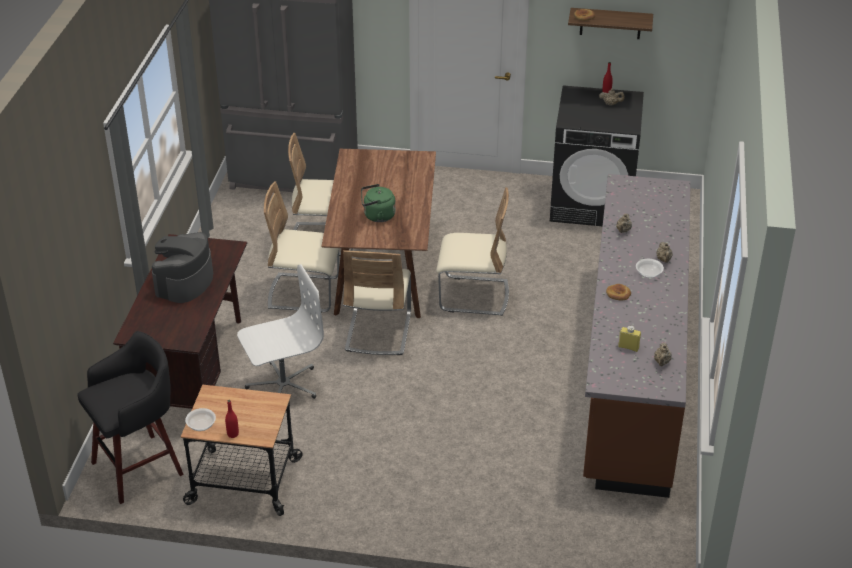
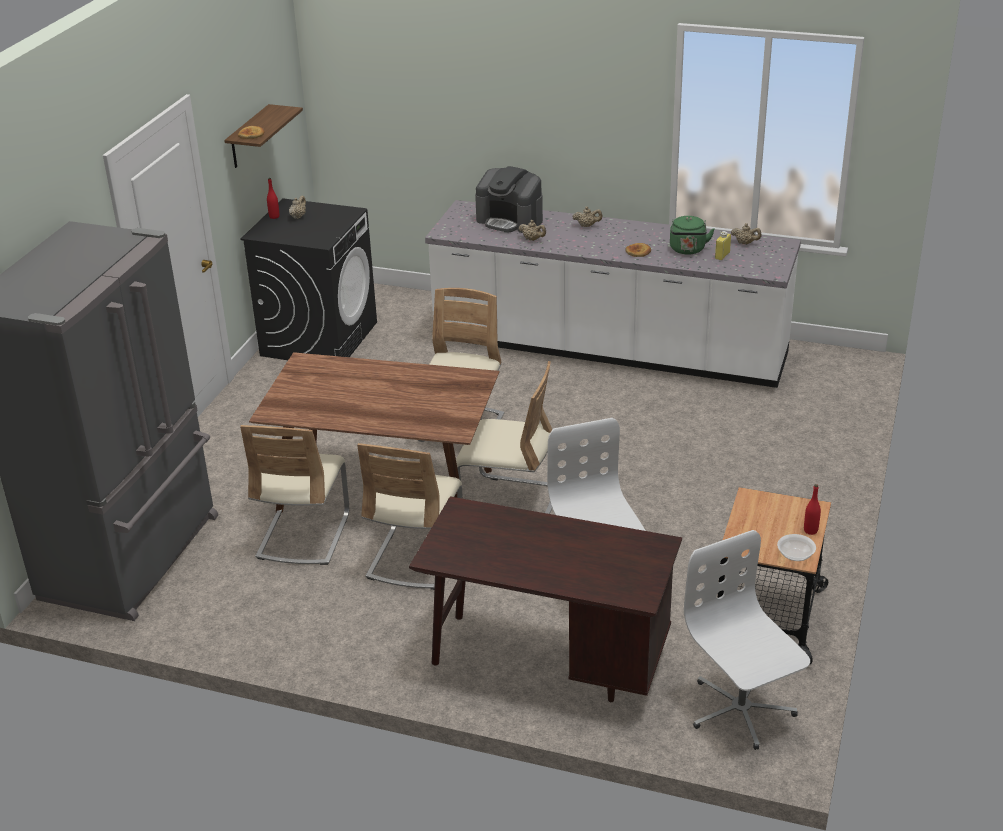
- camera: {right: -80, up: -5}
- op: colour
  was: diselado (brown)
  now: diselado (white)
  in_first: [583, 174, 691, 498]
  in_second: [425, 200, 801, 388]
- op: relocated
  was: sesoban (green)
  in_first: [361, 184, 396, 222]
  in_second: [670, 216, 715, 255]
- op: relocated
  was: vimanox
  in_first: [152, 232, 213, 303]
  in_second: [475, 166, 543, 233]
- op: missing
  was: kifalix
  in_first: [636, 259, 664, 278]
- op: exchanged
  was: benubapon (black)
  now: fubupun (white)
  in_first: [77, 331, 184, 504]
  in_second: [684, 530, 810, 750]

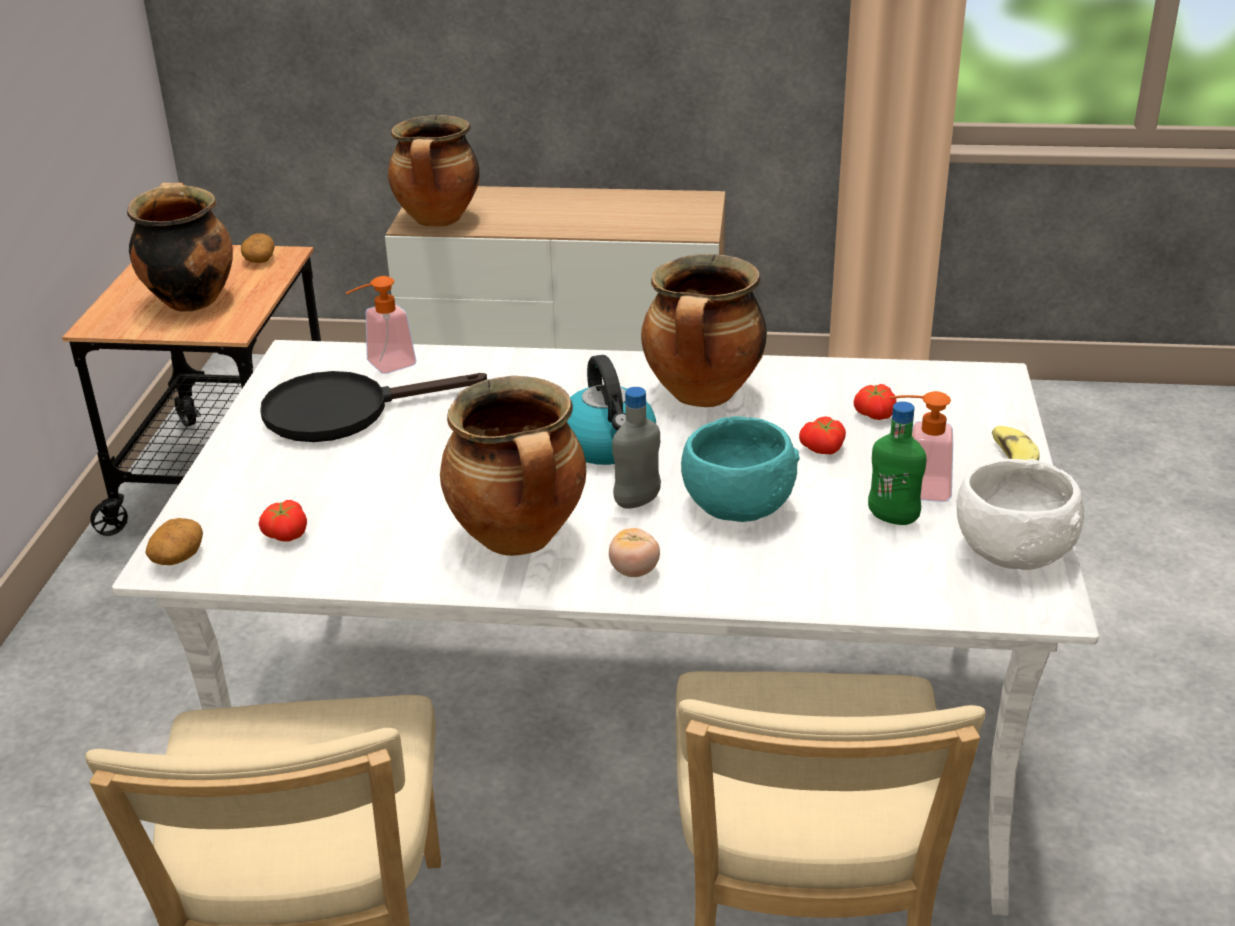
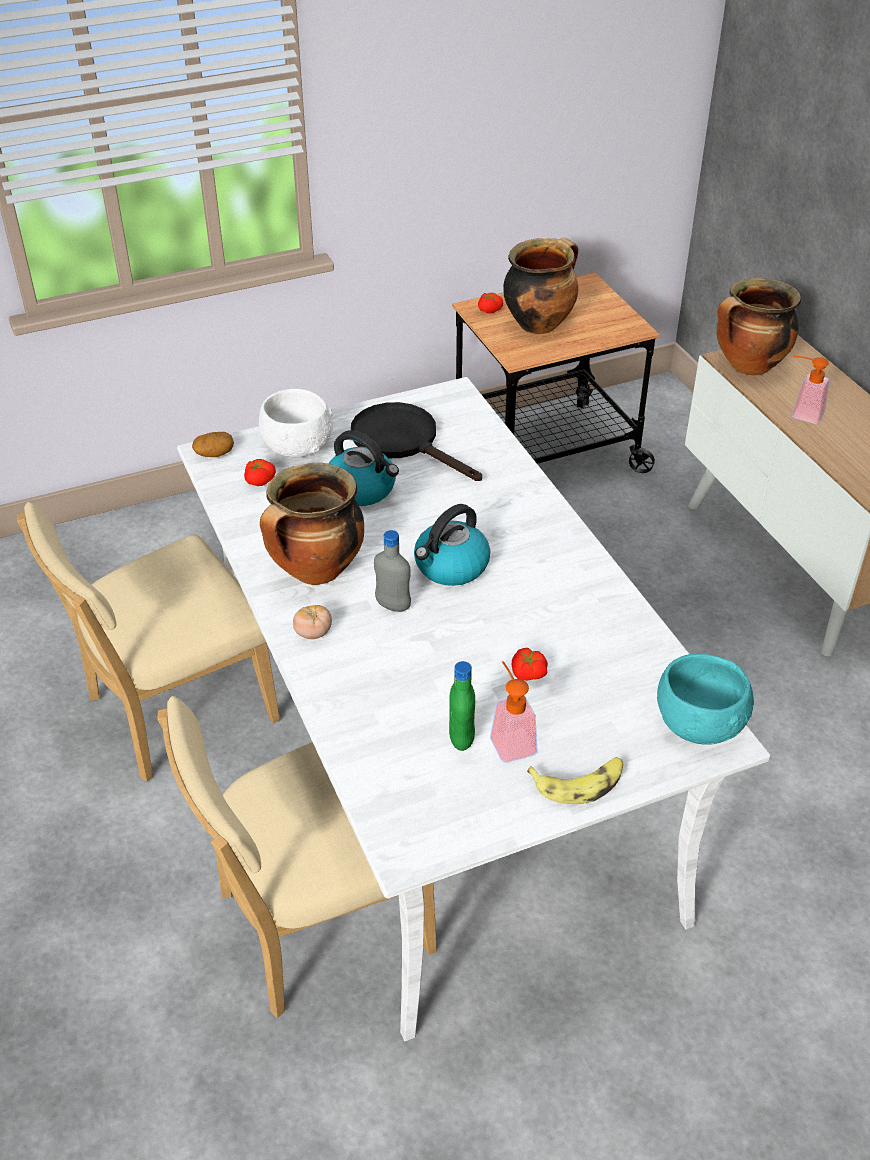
- camera: {right: 60, up: 10}
- op: missing
  was: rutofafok
  in_first: [241, 233, 274, 263]
- op: missing
  was: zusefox
  in_first: [641, 254, 767, 407]
- op: relocated
  was: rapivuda
  in_first: [346, 276, 417, 374]
  in_second: [792, 356, 829, 424]
- op: relocated
  was: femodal
  in_first: [854, 384, 896, 420]
  in_second: [478, 292, 503, 313]
- op: relocated
  was: kifalix (turquoise)
  in_first: [681, 416, 800, 522]
  in_second: [657, 653, 754, 745]
- op: relocated
  was: kifalix (white)
  in_first: [957, 459, 1084, 570]
  in_second: [259, 389, 333, 458]
- op: appeared
  now: sesoban
  in_second: [328, 430, 399, 506]

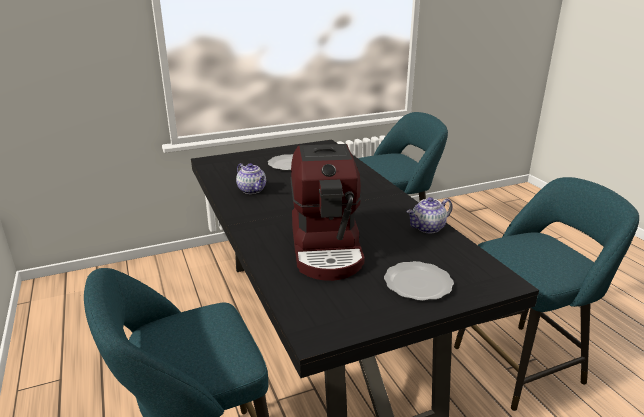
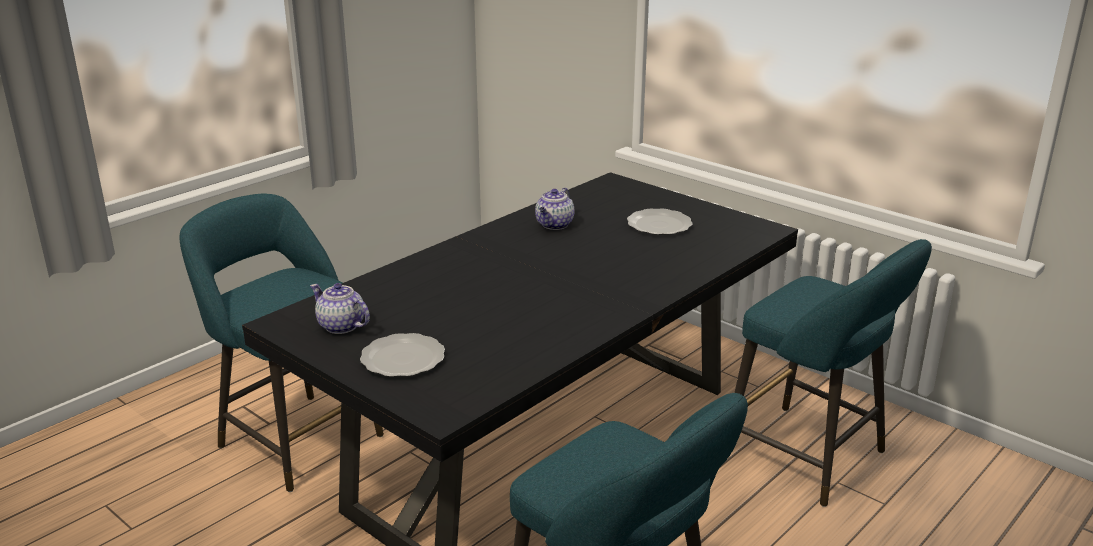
- camera: {right: 65, up: 0}
- op: missing
  was: vimanox
  in_first: [290, 144, 365, 281]
- op: relocated
  was: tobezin
  in_first: [406, 197, 452, 233]
  in_second: [310, 283, 370, 334]

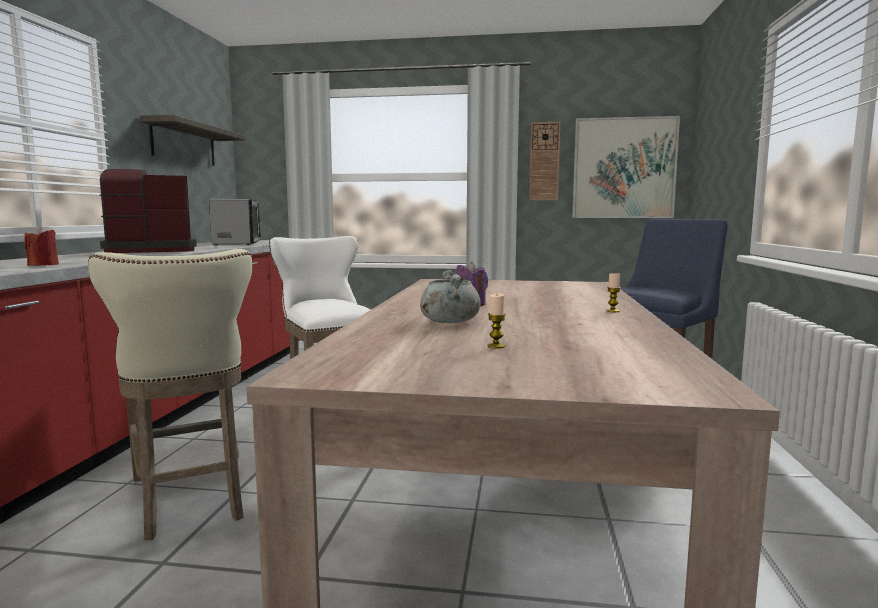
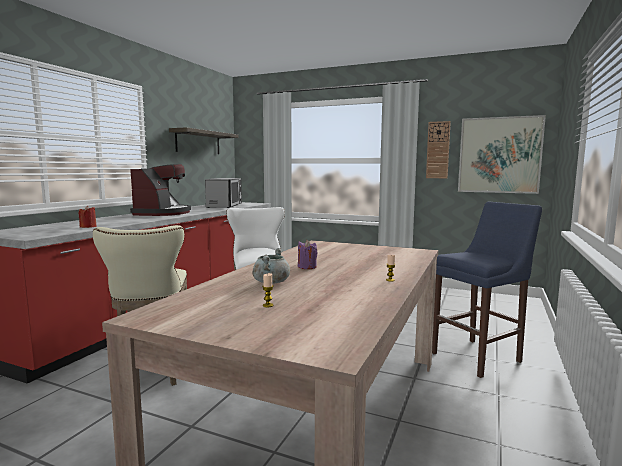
- camera: {right: 15, up: 0}
- op: spun
  was: vimanox
  in_first: [99, 169, 197, 253]
  in_second: [130, 164, 191, 216]
  clockwise: 105

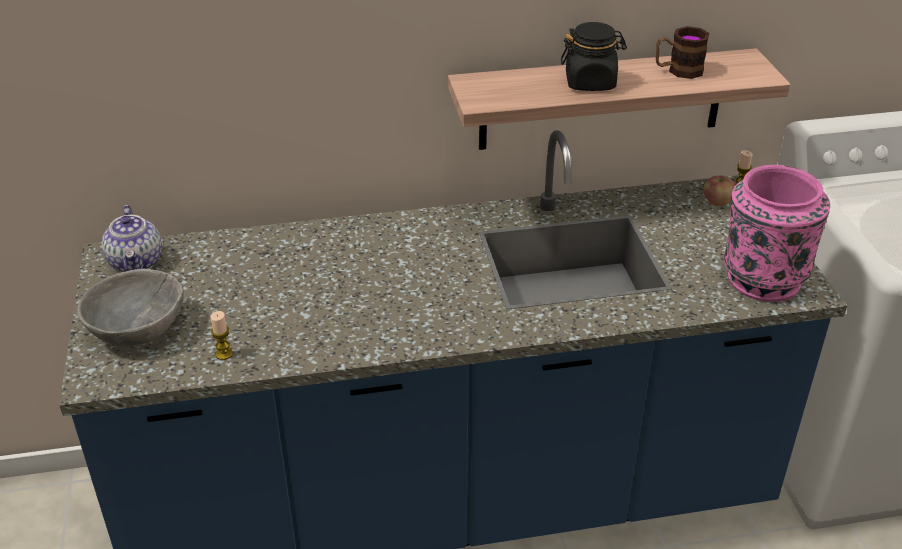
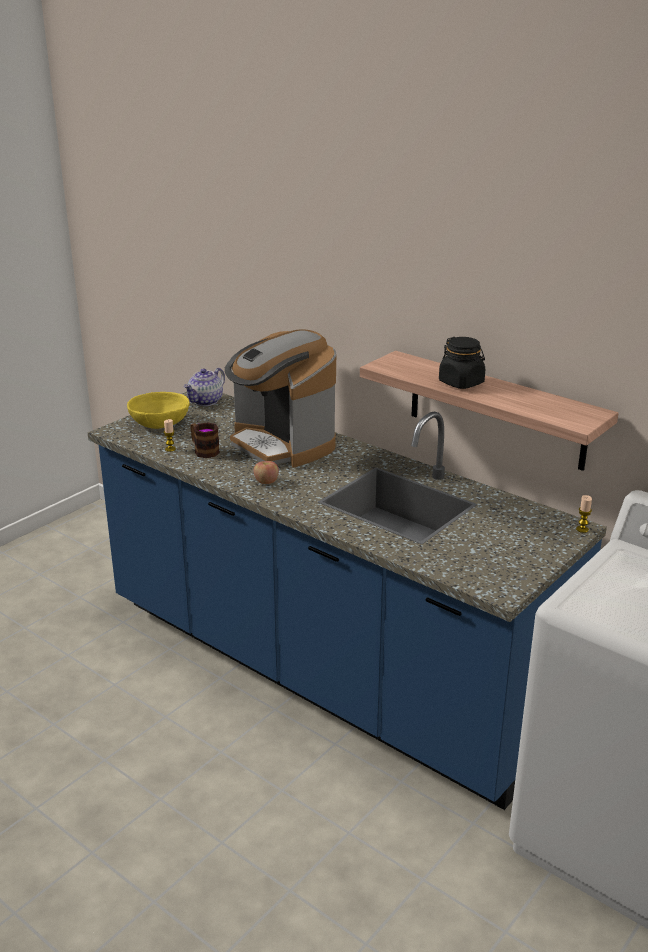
- camera: {right: 50, up: -10}
- op: relocated
  was: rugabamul
  in_first: [656, 26, 710, 79]
  in_second: [191, 422, 220, 458]
- op: missing
  was: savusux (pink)
  in_first: [724, 165, 830, 302]
- op: relocated
  was: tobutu
  in_first: [703, 175, 735, 206]
  in_second: [254, 461, 279, 484]
- op: colour
  was: kifalix (grey)
  now: kifalix (yellow)
  in_first: [77, 269, 184, 346]
  in_second: [127, 392, 190, 429]
- op: appeared
  now: vimanox
  in_second: [225, 329, 336, 468]

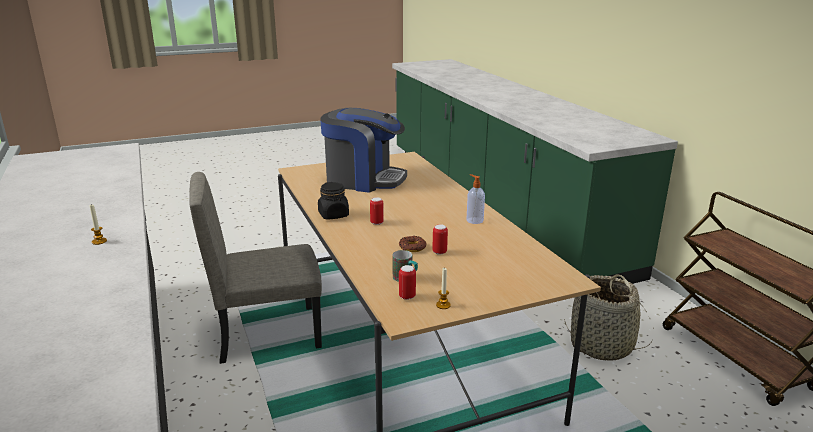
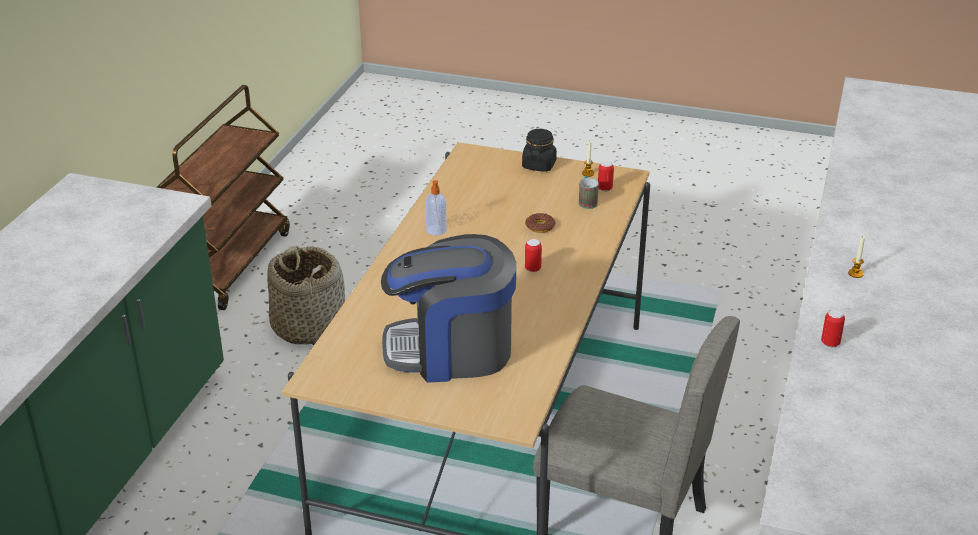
- camera: {right: -140, up: 10}
- op: spun
  was: vimanox
  in_first: [320, 108, 407, 193]
  in_second: [381, 234, 516, 383]
  clockwise: -60
- op: relocated
  was: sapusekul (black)
  in_first: [318, 182, 349, 220]
  in_second: [522, 129, 557, 172]
- op: relocated
  was: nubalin
  in_first: [432, 224, 448, 255]
  in_second: [821, 309, 845, 347]

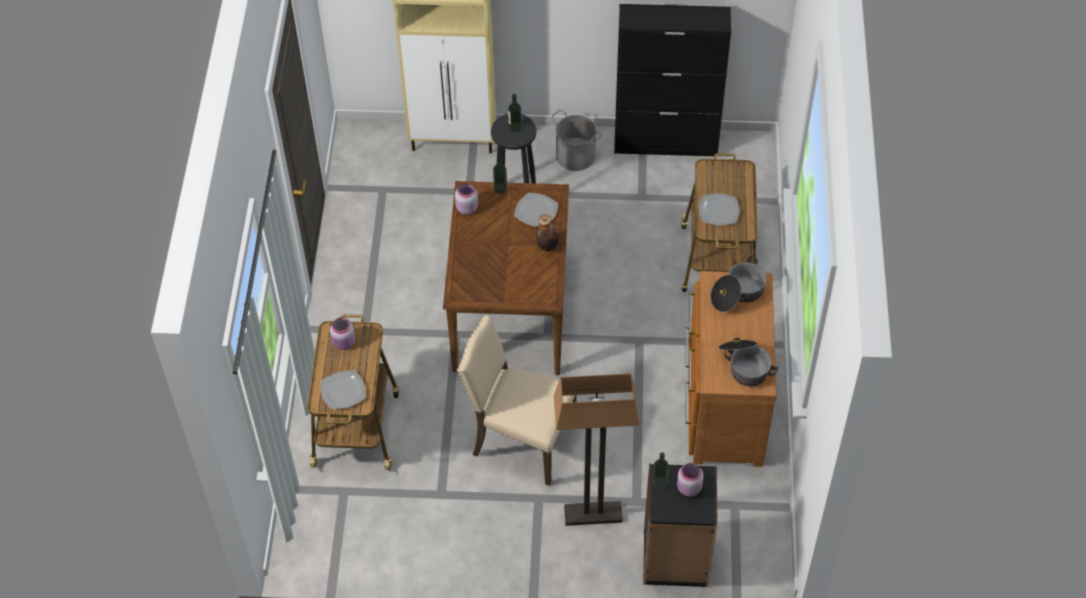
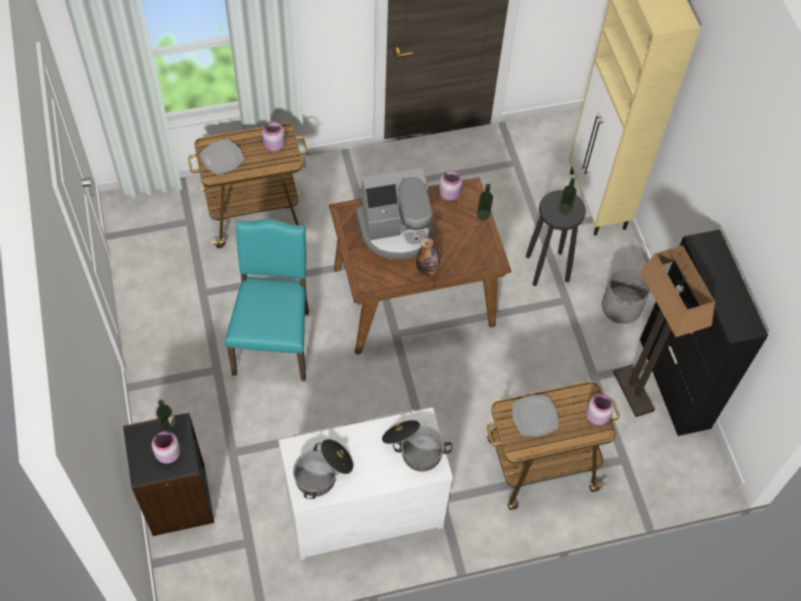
- camera: {right: 70, up: 5}
- op: missing
  was: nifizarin
  in_first: [514, 193, 559, 227]
- op: colour
  was: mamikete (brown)
  now: mamikete (white)
  in_first: [685, 271, 777, 467]
  in_second: [278, 407, 453, 560]
- op: colour
  was: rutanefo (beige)
  now: rutanefo (turquoise)
  in_first: [457, 315, 576, 486]
  in_second: [225, 219, 309, 381]
- op: relocated
  was: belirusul
  in_first: [554, 373, 639, 526]
  in_second: [613, 245, 715, 417]
- op: appeared
  now: vimanox
  in_second: [356, 168, 433, 259]
- op: appeared
  now: sapusekul (pink)
  in_second: [586, 394, 614, 425]

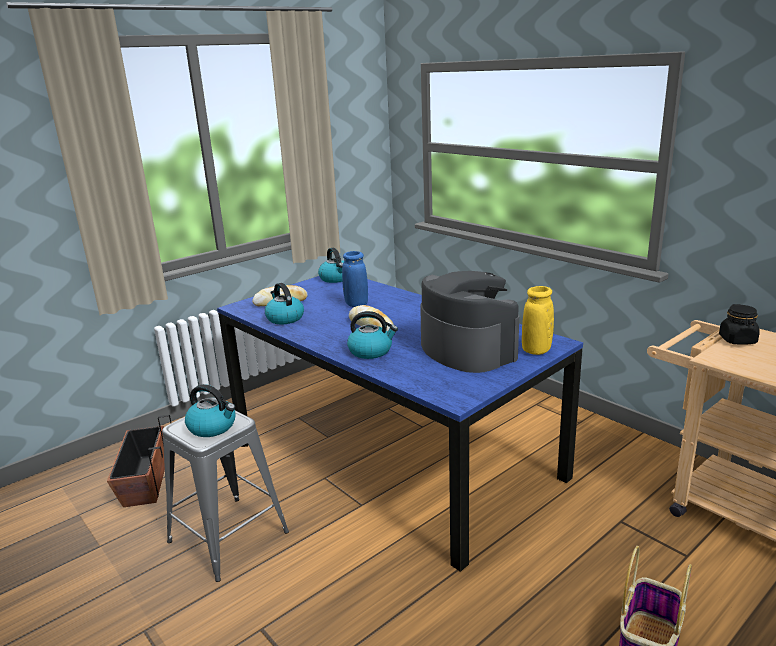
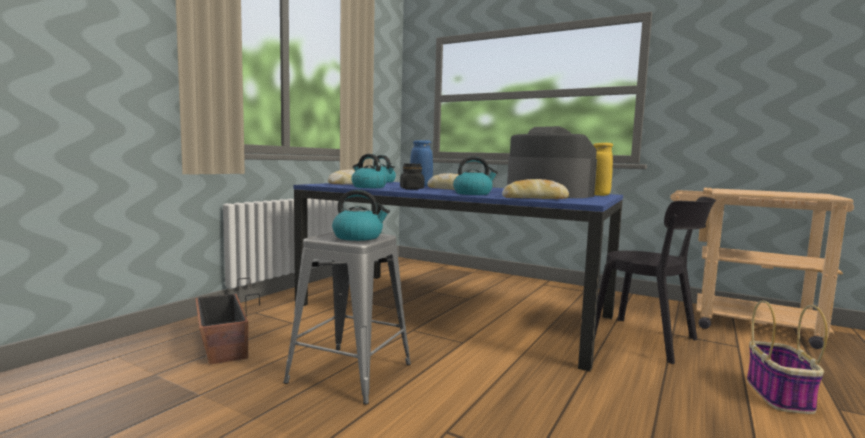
- camera: {right: -20, up: -15}
- op: relocated
  was: sapusekul (black)
  in_first: [719, 304, 760, 345]
  in_second: [400, 163, 424, 190]
- op: appeared
  now: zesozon
  in_second: [502, 179, 569, 199]
- op: appeared
  now: rutanefo (black)
  in_second: [595, 197, 716, 364]

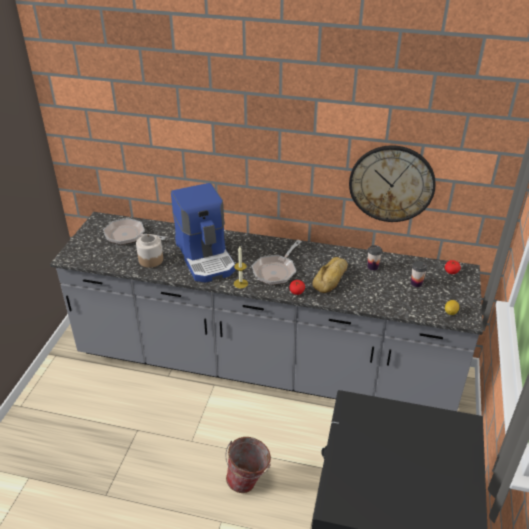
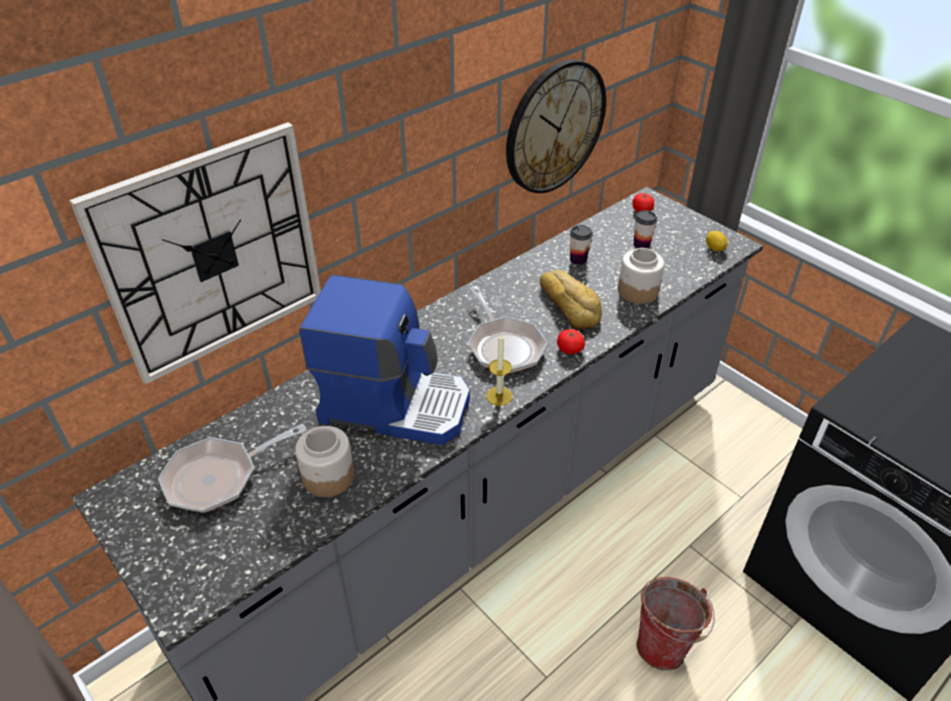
- camera: {right: -55, up: 5}
- op: appeared
  now: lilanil
  in_second: [69, 122, 321, 385]
- op: appeared
  now: sapusekul
  in_second: [618, 248, 664, 304]

